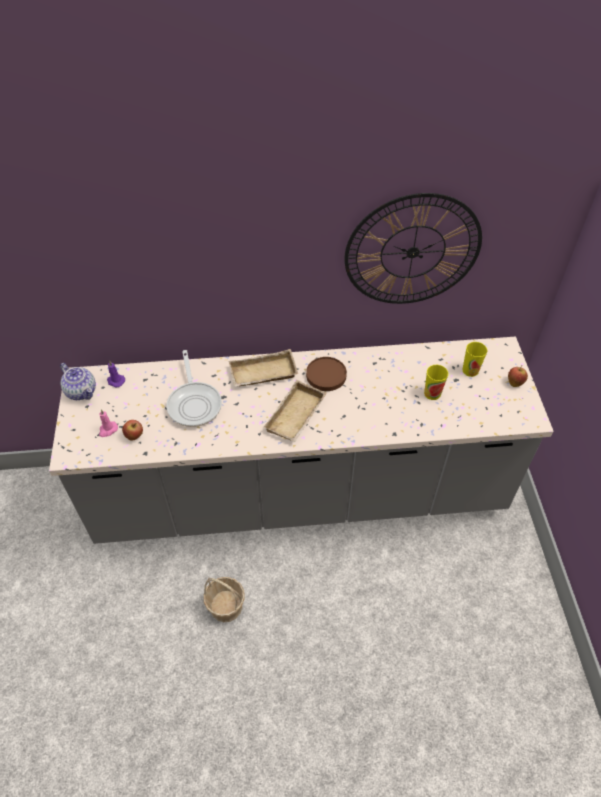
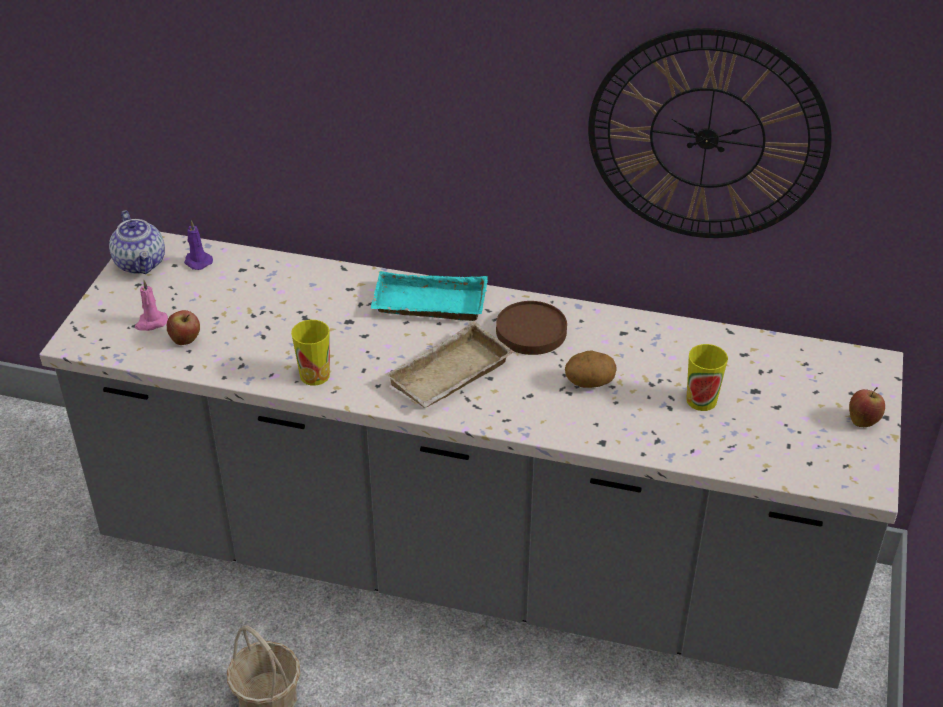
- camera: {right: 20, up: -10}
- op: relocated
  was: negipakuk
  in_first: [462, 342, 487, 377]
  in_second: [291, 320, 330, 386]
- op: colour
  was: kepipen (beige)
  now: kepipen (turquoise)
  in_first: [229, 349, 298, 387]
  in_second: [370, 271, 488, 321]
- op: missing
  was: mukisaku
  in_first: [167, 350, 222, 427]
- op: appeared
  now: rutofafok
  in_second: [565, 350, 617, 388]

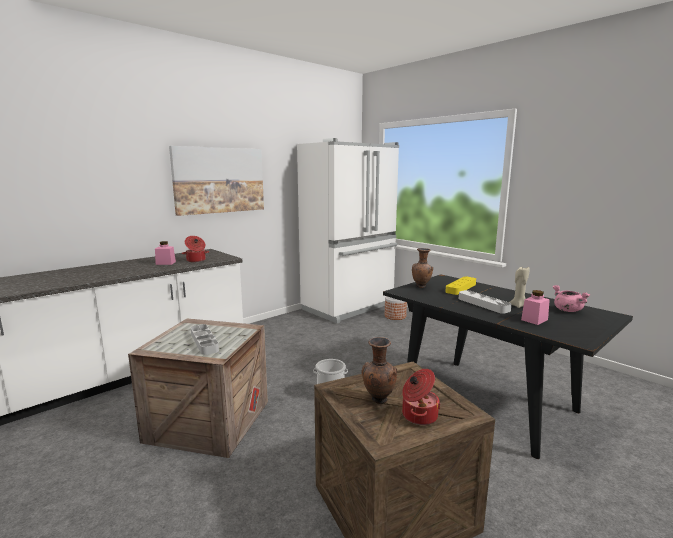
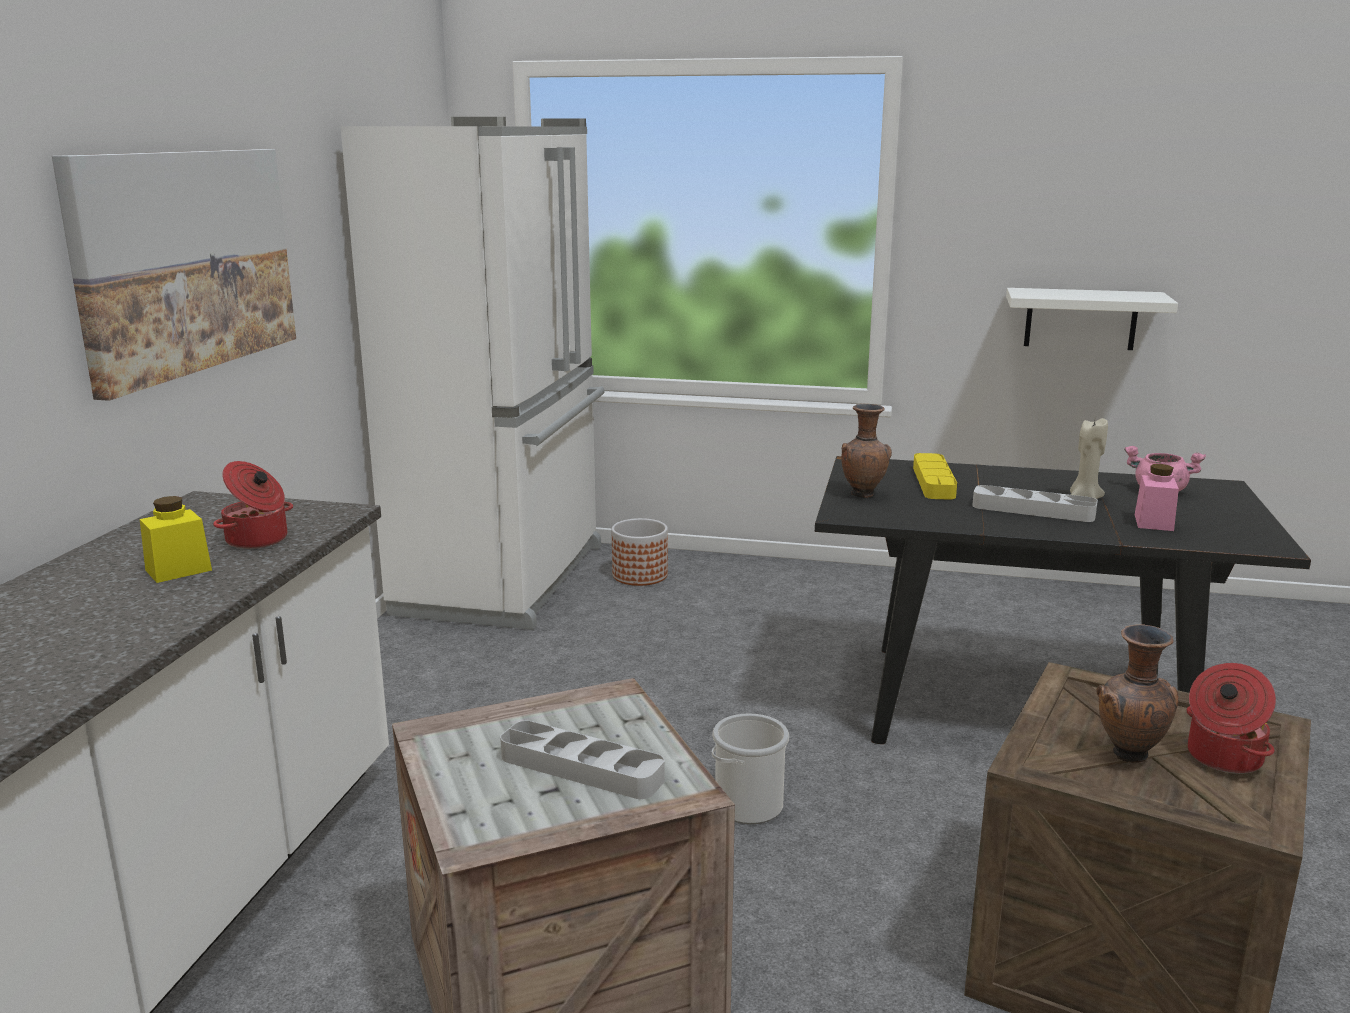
- camera: {right: -35, up: 5}
- op: colour
  was: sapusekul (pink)
  now: sapusekul (yellow)
  in_first: [155, 241, 176, 265]
  in_second: [140, 496, 212, 583]
- op: appeared
  now: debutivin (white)
  in_second: [1006, 288, 1178, 350]

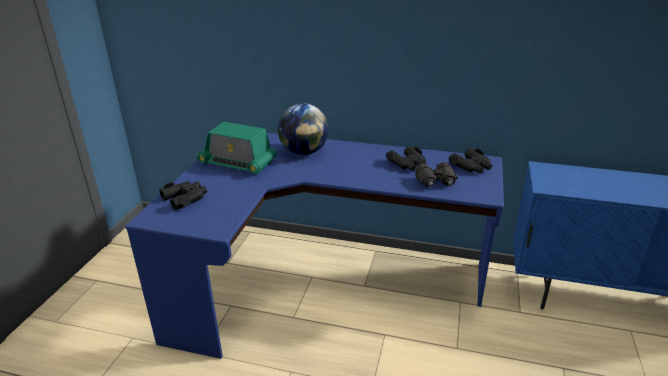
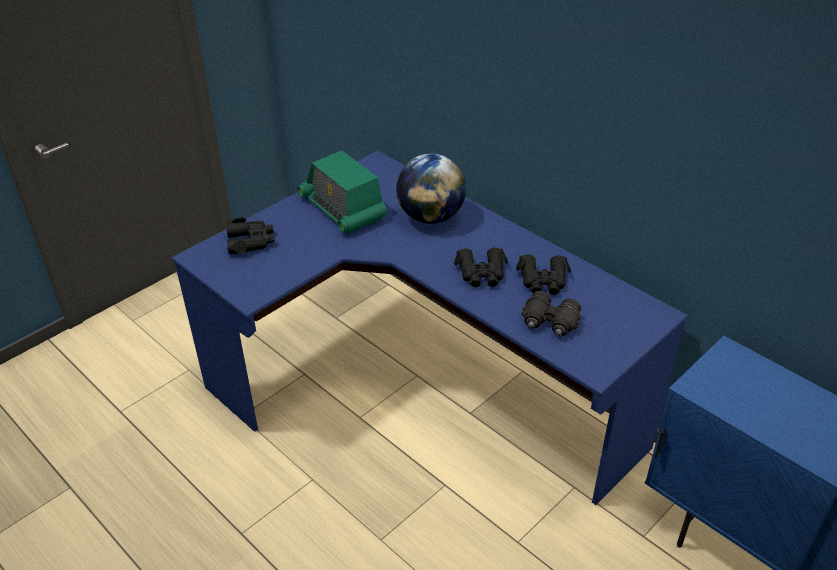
- camera: {right: 30, up: 10}
- op: relocated
  was: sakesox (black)
  in_first: [449, 148, 493, 173]
  in_second: [454, 247, 508, 287]

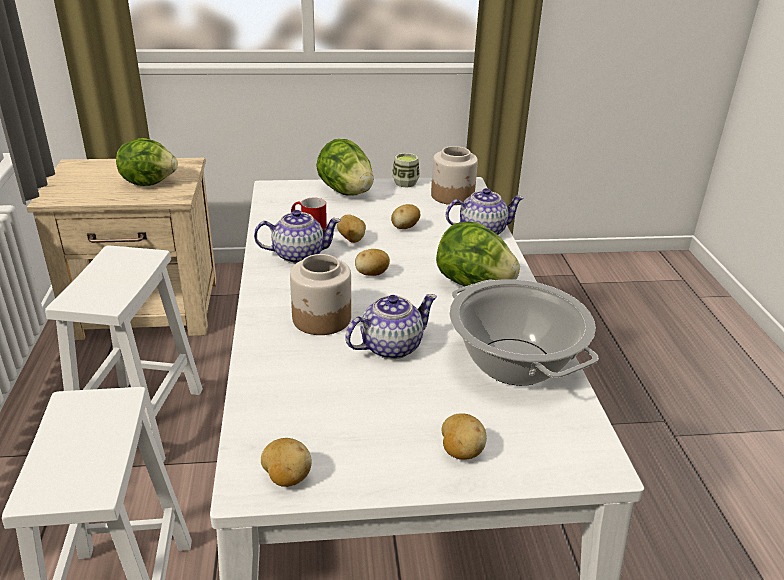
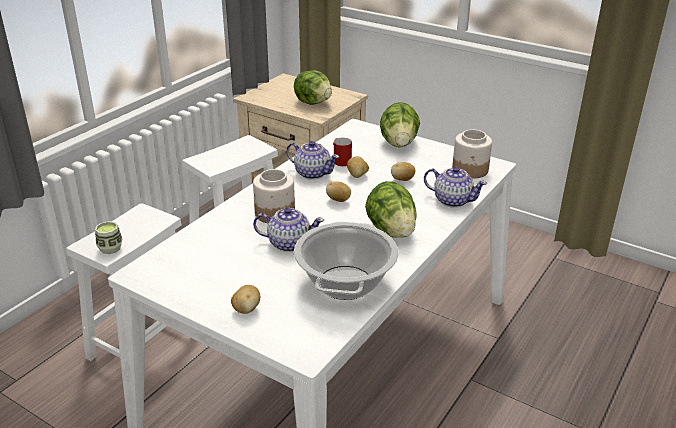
- camera: {right: 40, up: 0}
- op: relocated
  was: negipakuk
  in_first: [392, 153, 420, 188]
  in_second: [95, 221, 123, 254]
- op: missing
  was: rutofafok
  in_first: [261, 438, 312, 487]

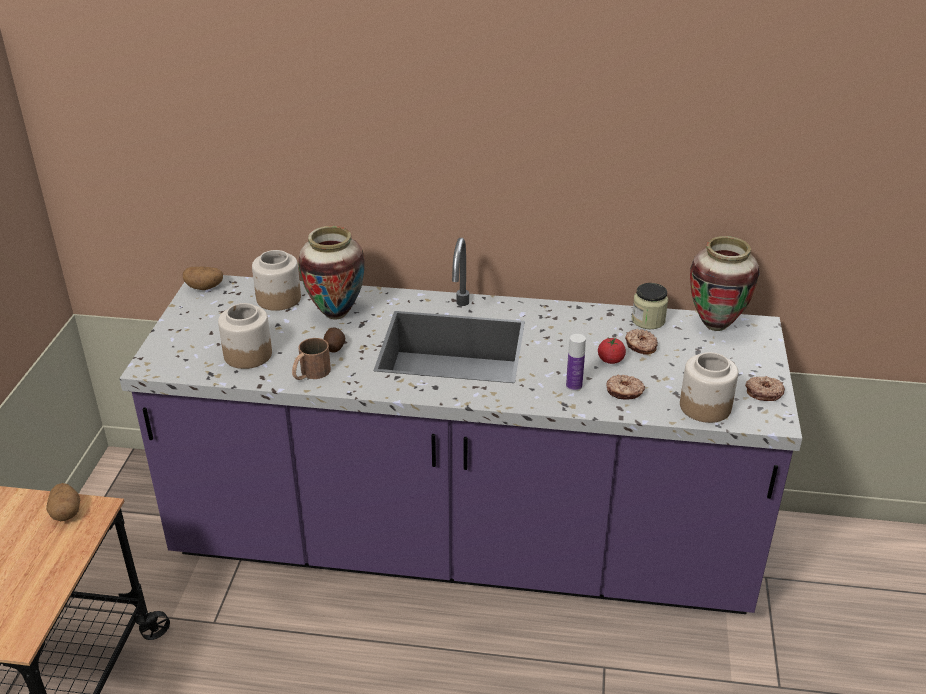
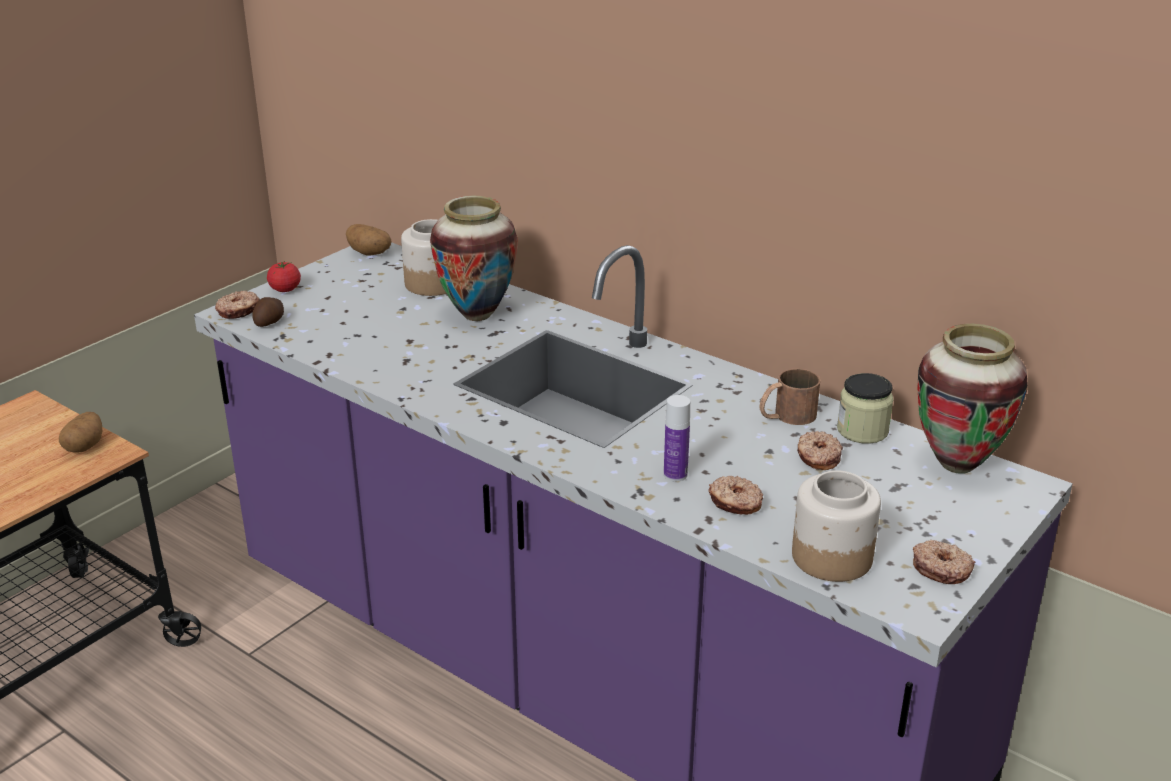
- camera: {right: 30, up: -5}
- op: missing
  was: sapusekul
  in_first: [218, 303, 272, 369]
- op: relocated
  was: rutofafok
  in_first: [324, 328, 345, 353]
  in_second: [252, 297, 284, 327]
- op: relocated
  was: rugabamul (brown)
  in_first: [292, 338, 331, 380]
  in_second: [760, 369, 820, 425]
- op: relocated
  was: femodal
  in_first: [598, 338, 626, 364]
  in_second: [267, 261, 301, 292]
- op: appeared
  now: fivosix
  in_second: [215, 291, 260, 319]

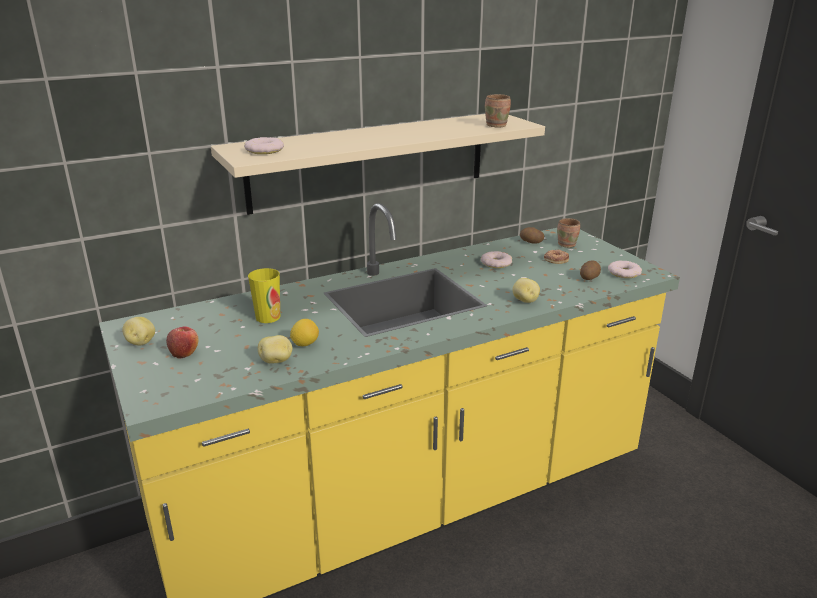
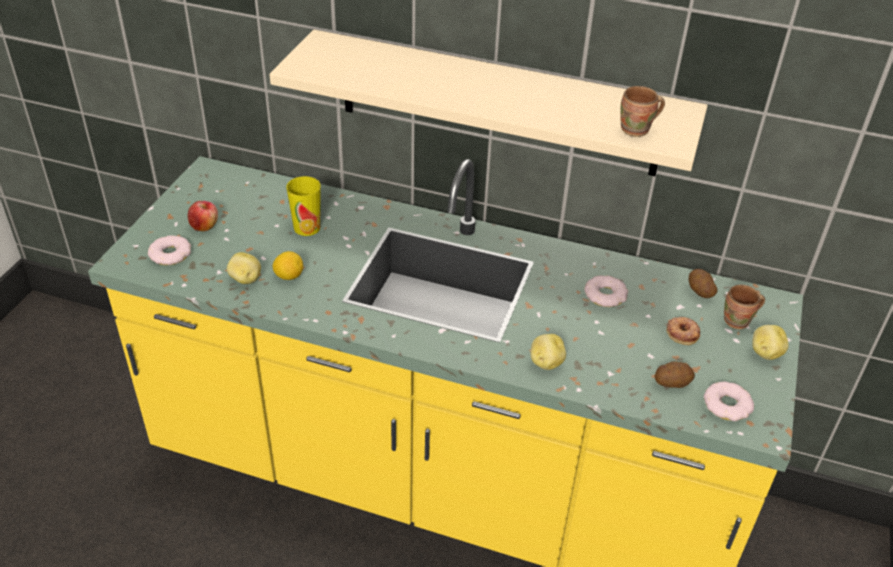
- camera: {right: 45, up: 15}
- op: relocated
  was: fivosix
  in_first: [244, 137, 284, 154]
  in_second: [148, 235, 191, 265]
- op: relocated
  was: rutofafok
  in_first: [122, 317, 155, 345]
  in_second: [752, 325, 789, 360]

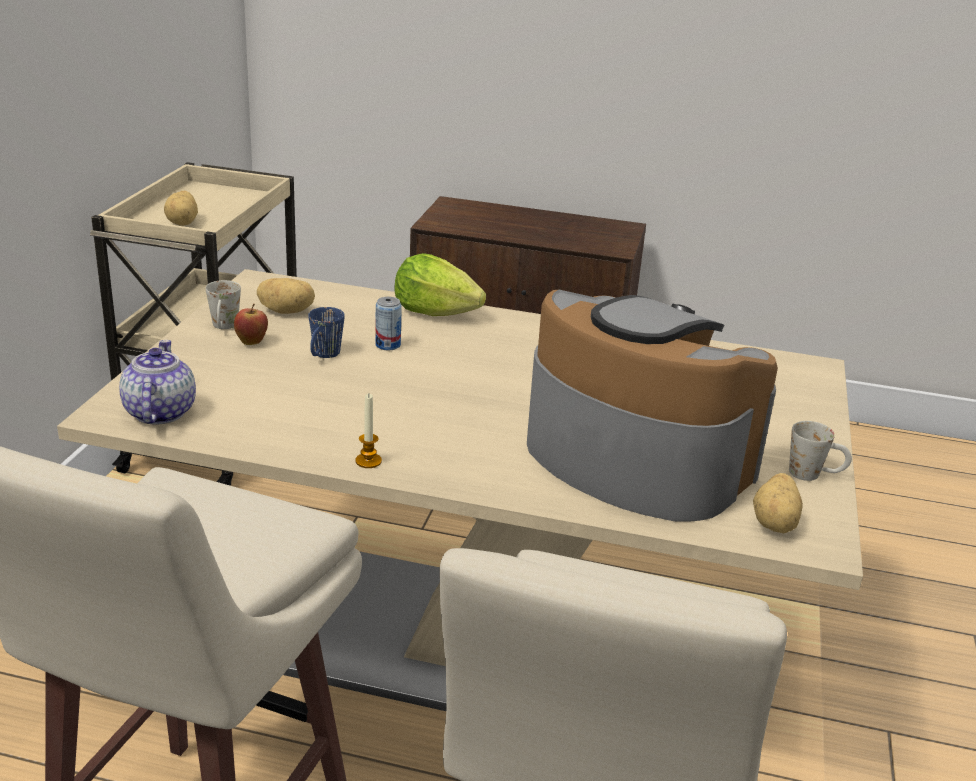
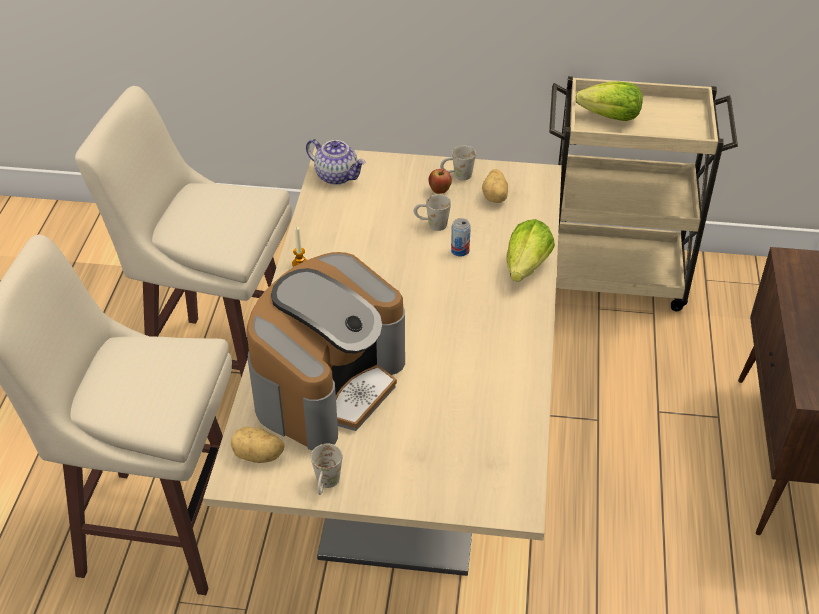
- camera: {right: 85, up: 15}
- op: exchanged
  was: rutofafok
  now: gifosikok
  in_first: [164, 191, 198, 226]
  in_second: [575, 81, 643, 121]
- op: colour
  was: rugabamul (blue)
  now: rugabamul (white)
  in_first: [308, 307, 345, 358]
  in_second: [414, 194, 451, 231]
- op: spun
  was: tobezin
  in_first: [119, 340, 196, 425]
  in_second: [306, 139, 366, 185]
  clockwise: 45

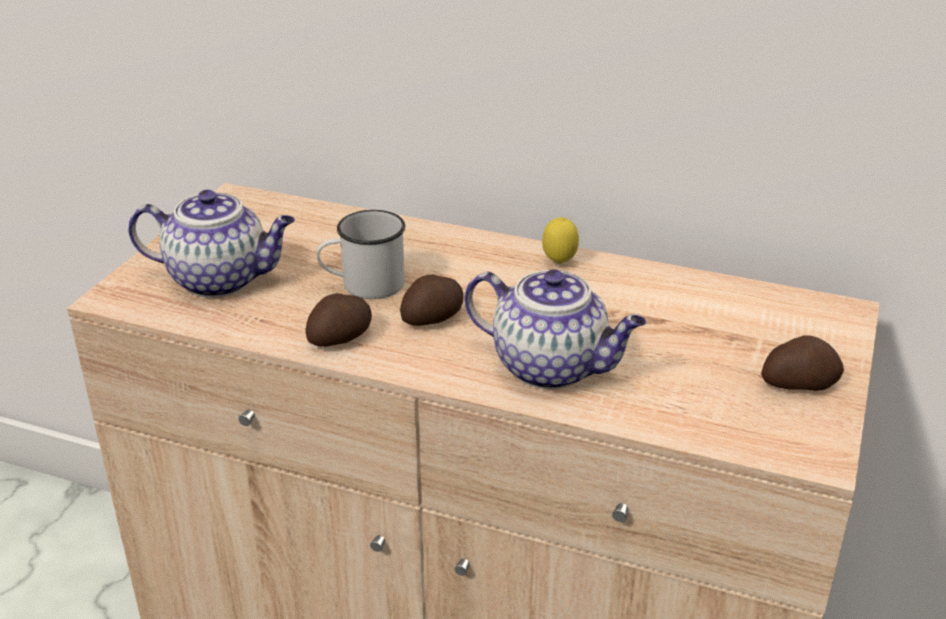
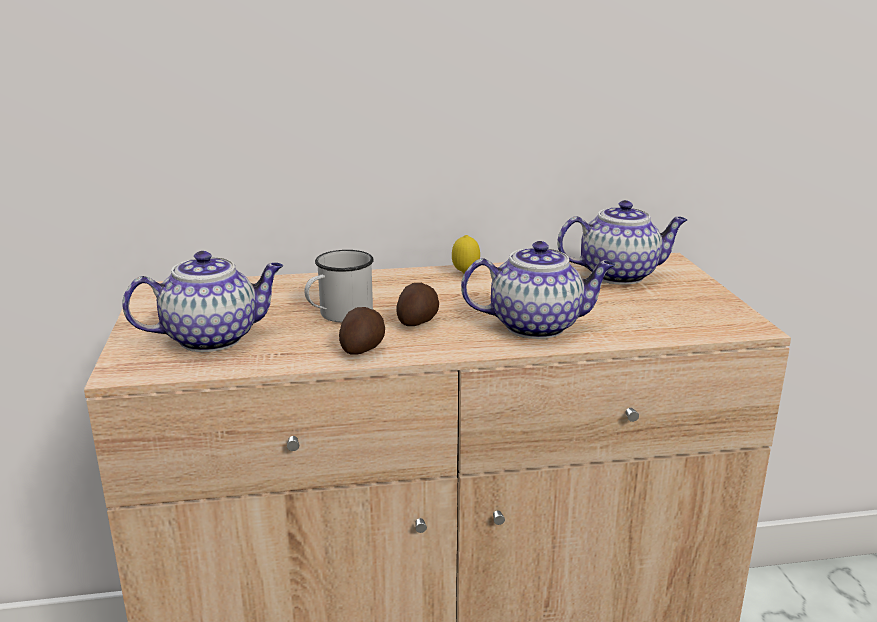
- camera: {right: -30, up: -10}
- op: missing
  was: rutofafok
  in_first: [761, 335, 844, 391]
- op: appeared
  now: tobezin
  in_second: [557, 200, 687, 285]

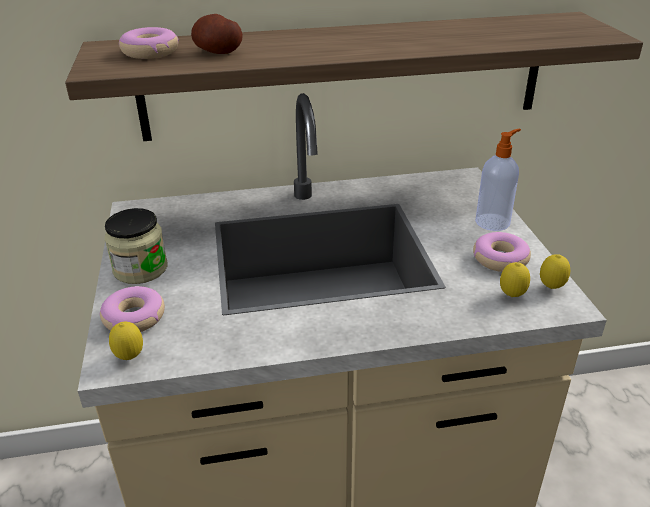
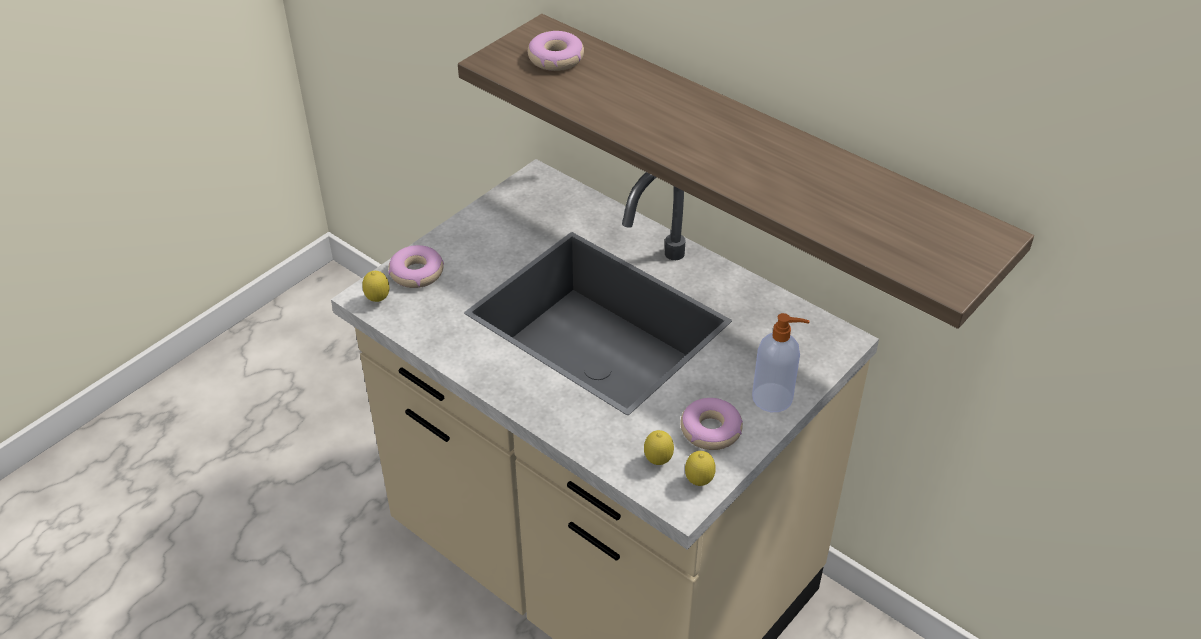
- camera: {right: 50, up: 10}
- op: missing
  was: rutofafok
  in_first: [191, 14, 243, 54]
- op: missing
  was: sapusekul
  in_first: [105, 208, 168, 284]

